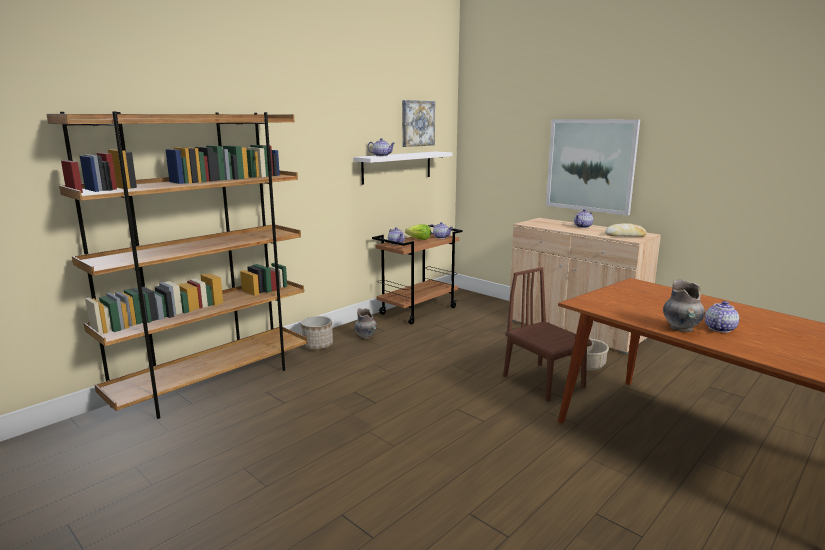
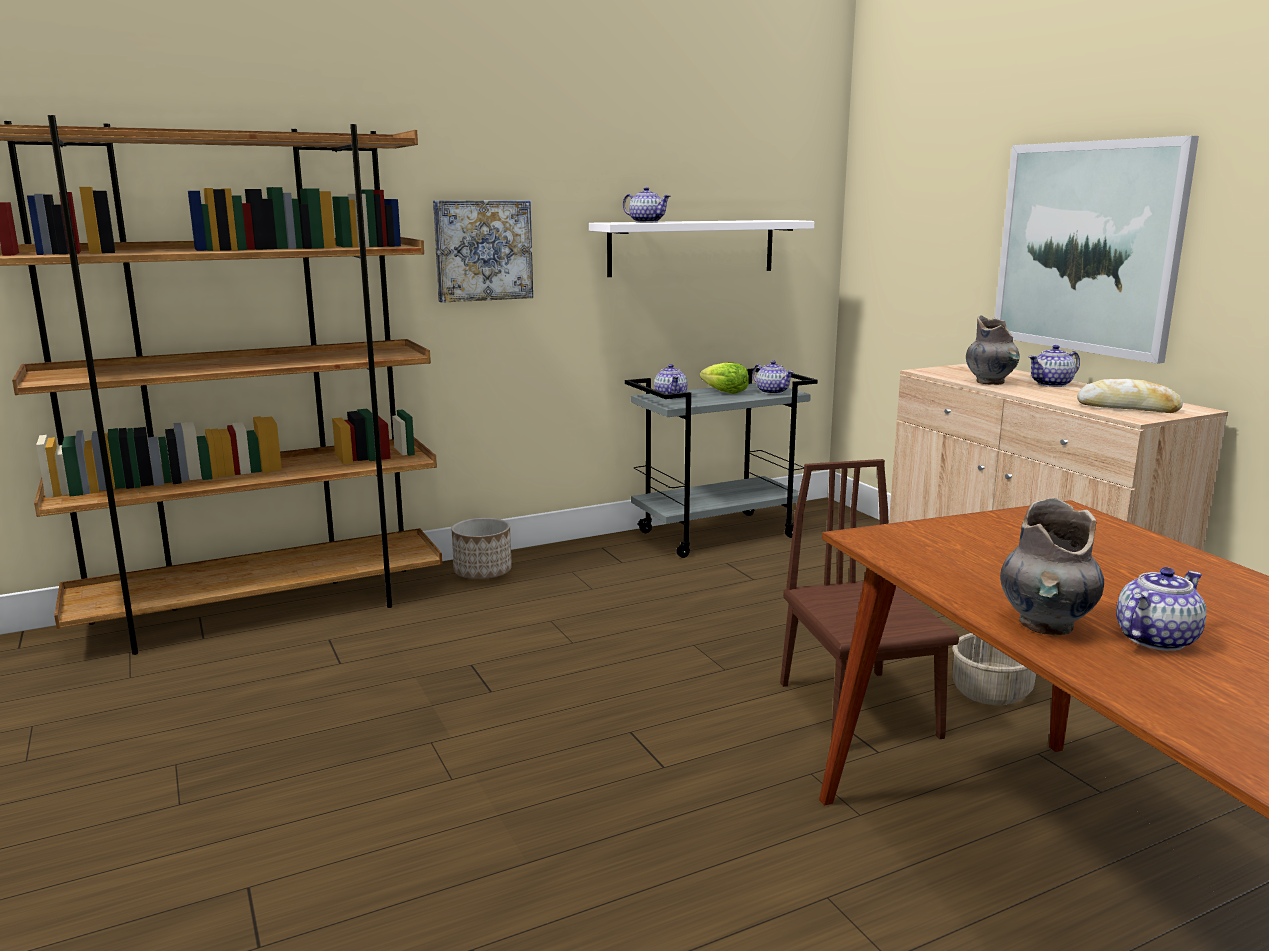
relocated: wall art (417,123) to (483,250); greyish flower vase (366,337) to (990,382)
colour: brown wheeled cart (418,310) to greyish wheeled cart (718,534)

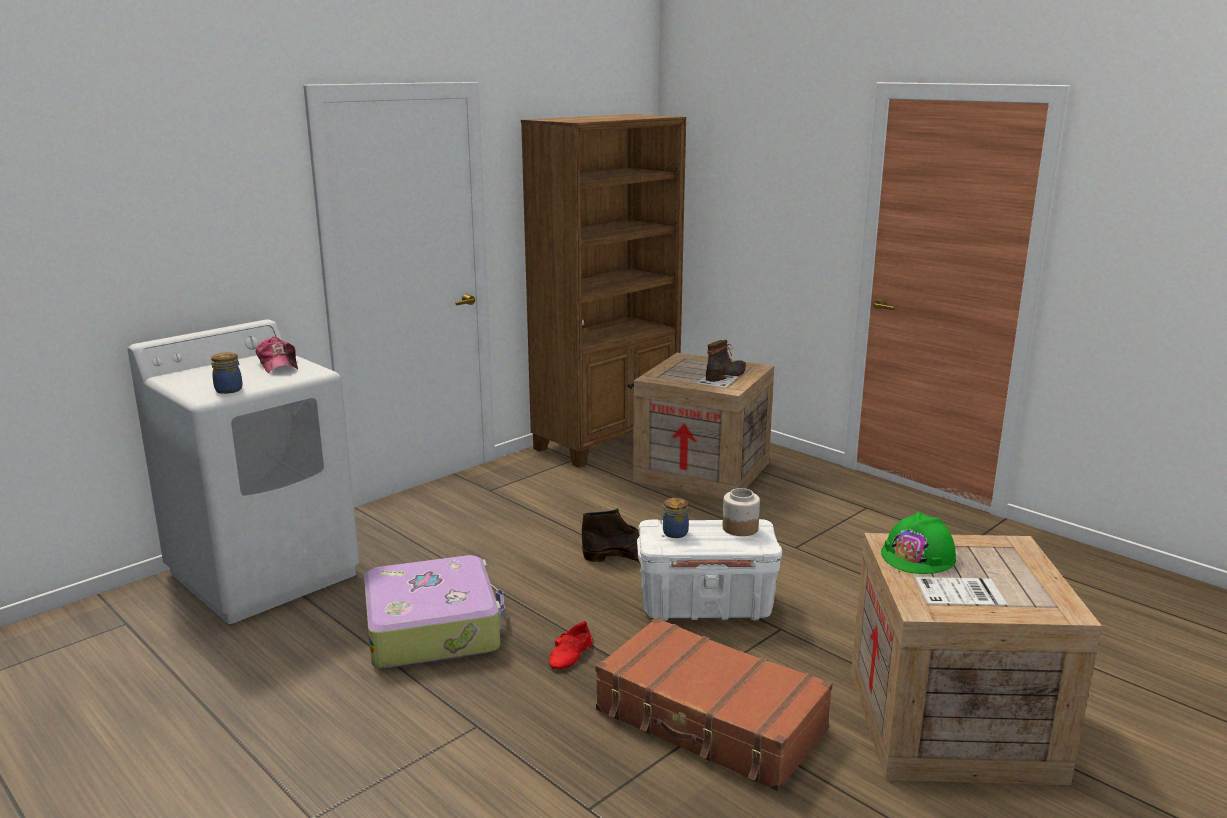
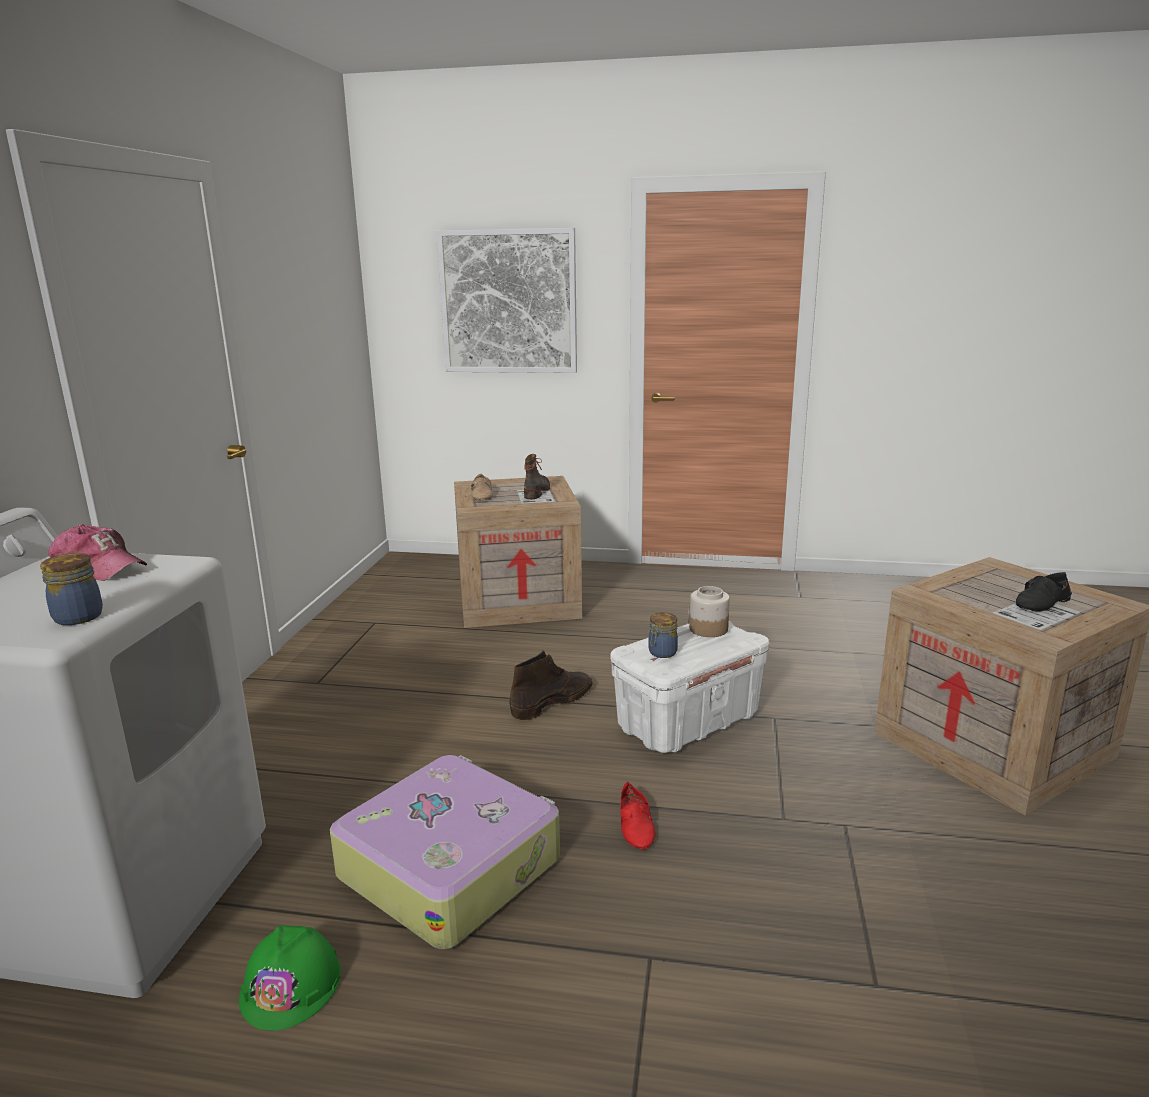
missing: brown shelving unit (607,440); brown travel case (710,721)
appeared: wall art (508,302); sand-coloured shoe (483,495); black shoe (1044,603)
relocated: greenish hard hat (918,556) to (291,985)

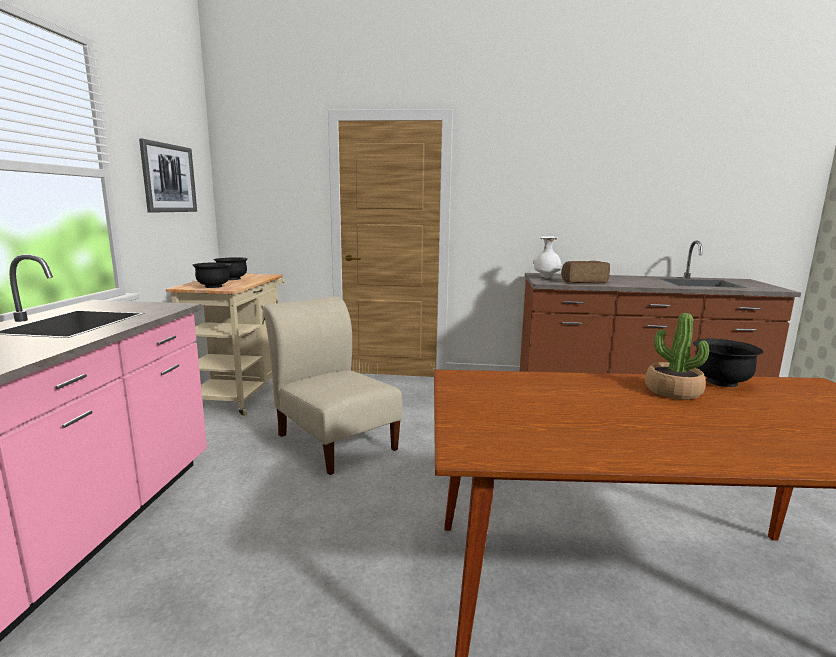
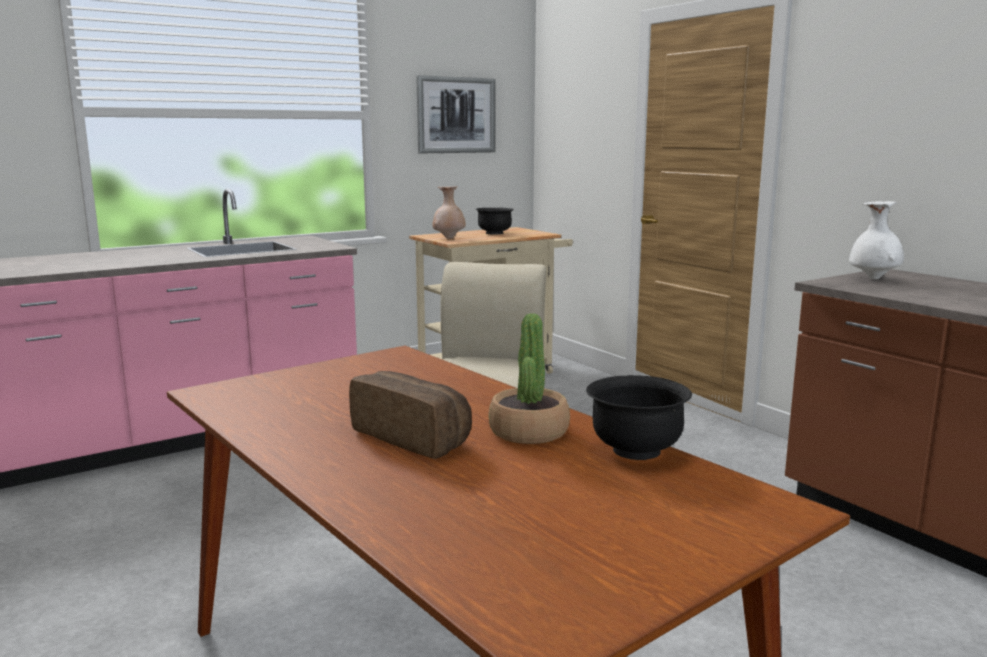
relocated: baked bread (583,281) to (414,437)
exchanged: black deep dish (213,286) to sand-coloured flower vase (449,238)

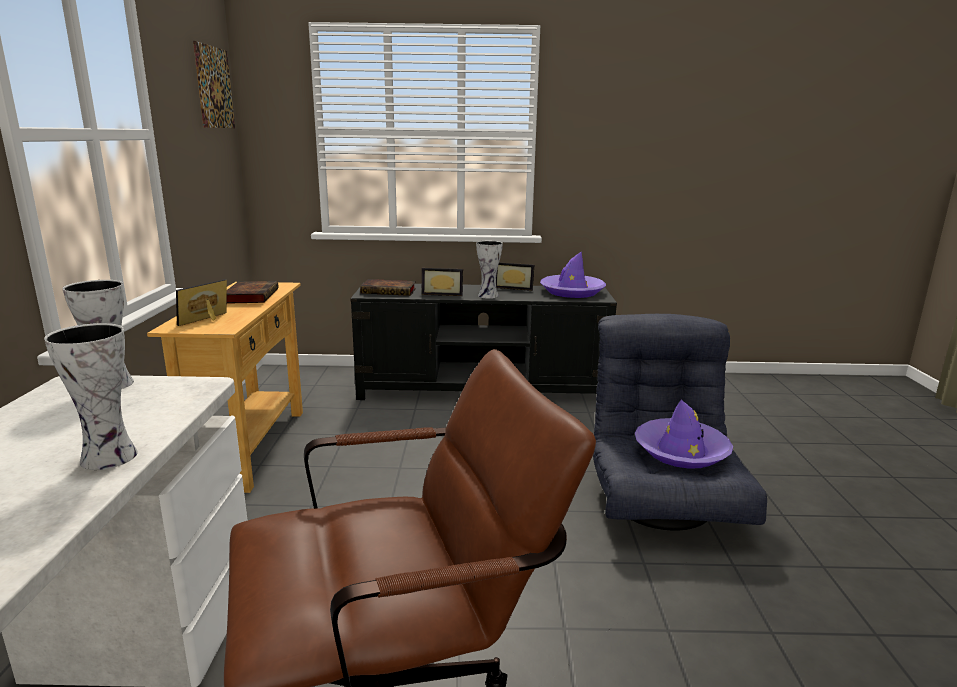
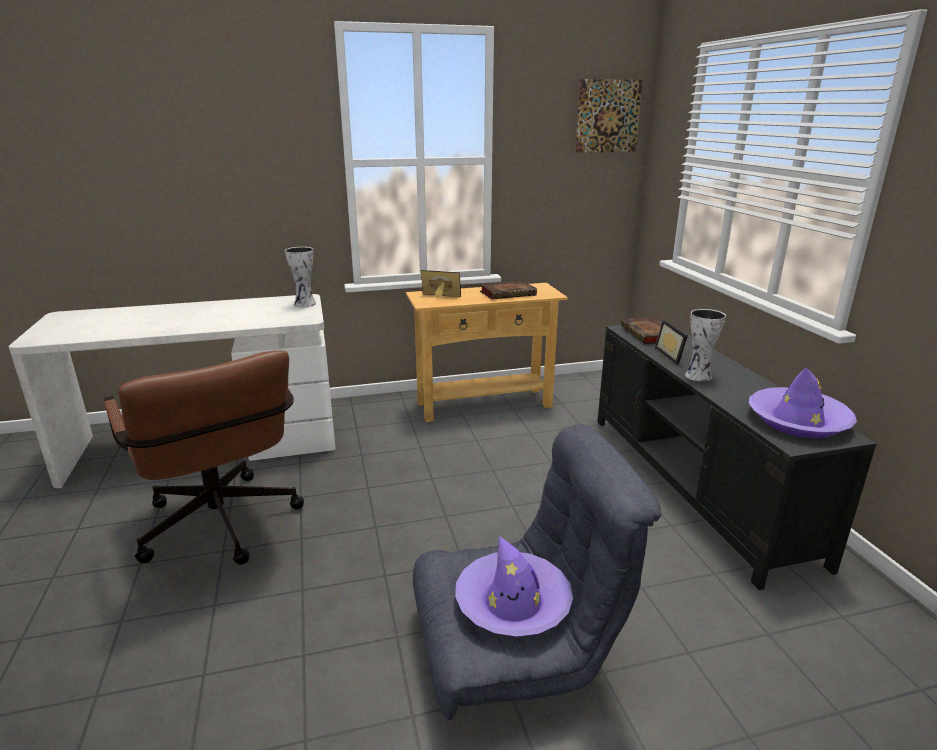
missing: photo frame (514,288); flower vase (108,458)

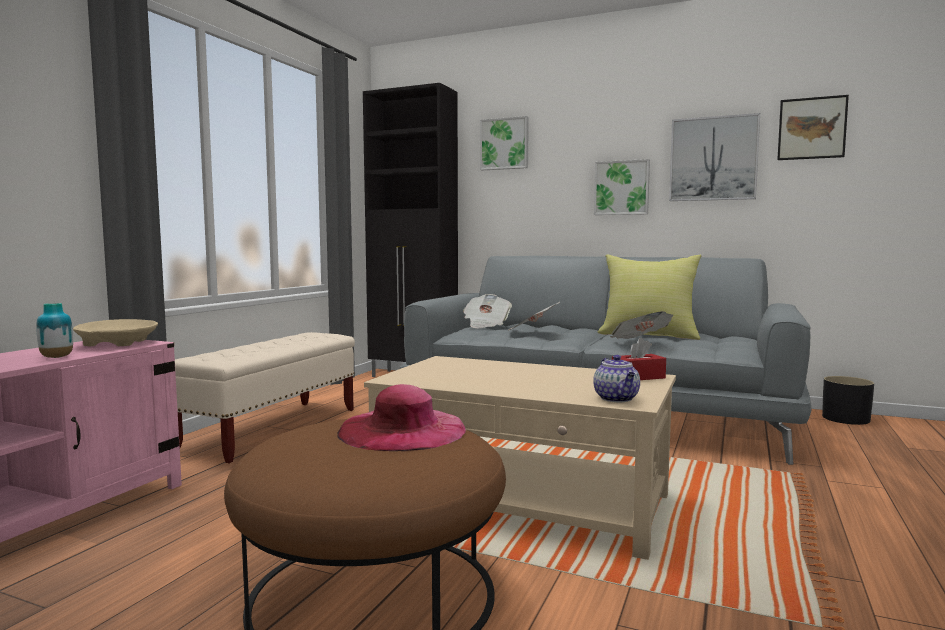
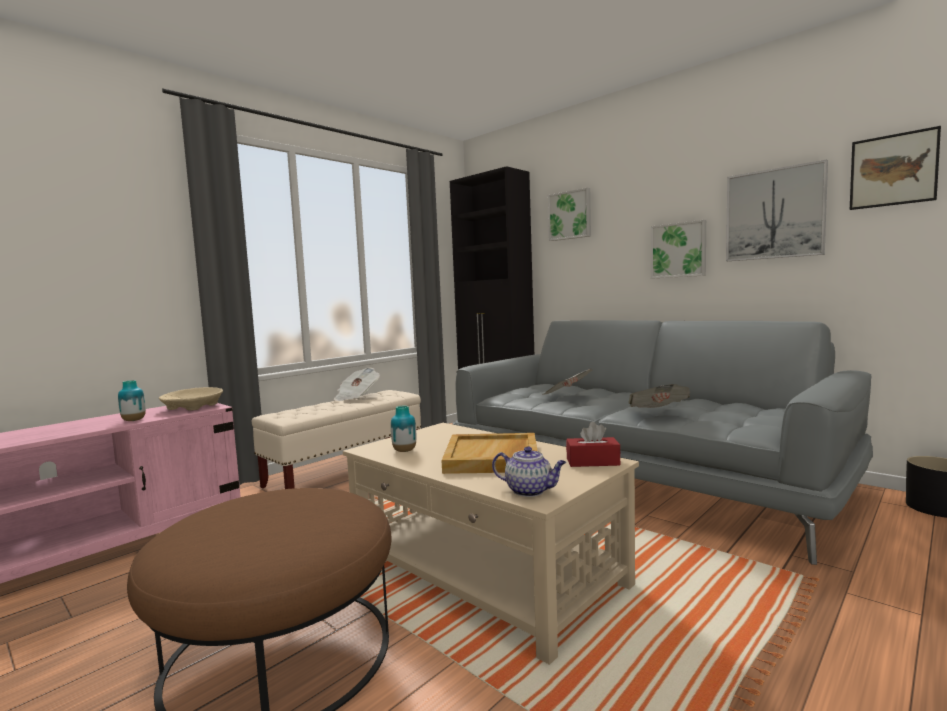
missing: yellow cushion (649,335); pink wearable hat (402,430)
appeared: flower vase (404,451); sand-coloured tray (492,458)
relocated: printed paper (486,325) to (356,396)
spun: tea pot (617,399) = (530,491) 75 degrees counterclockwise

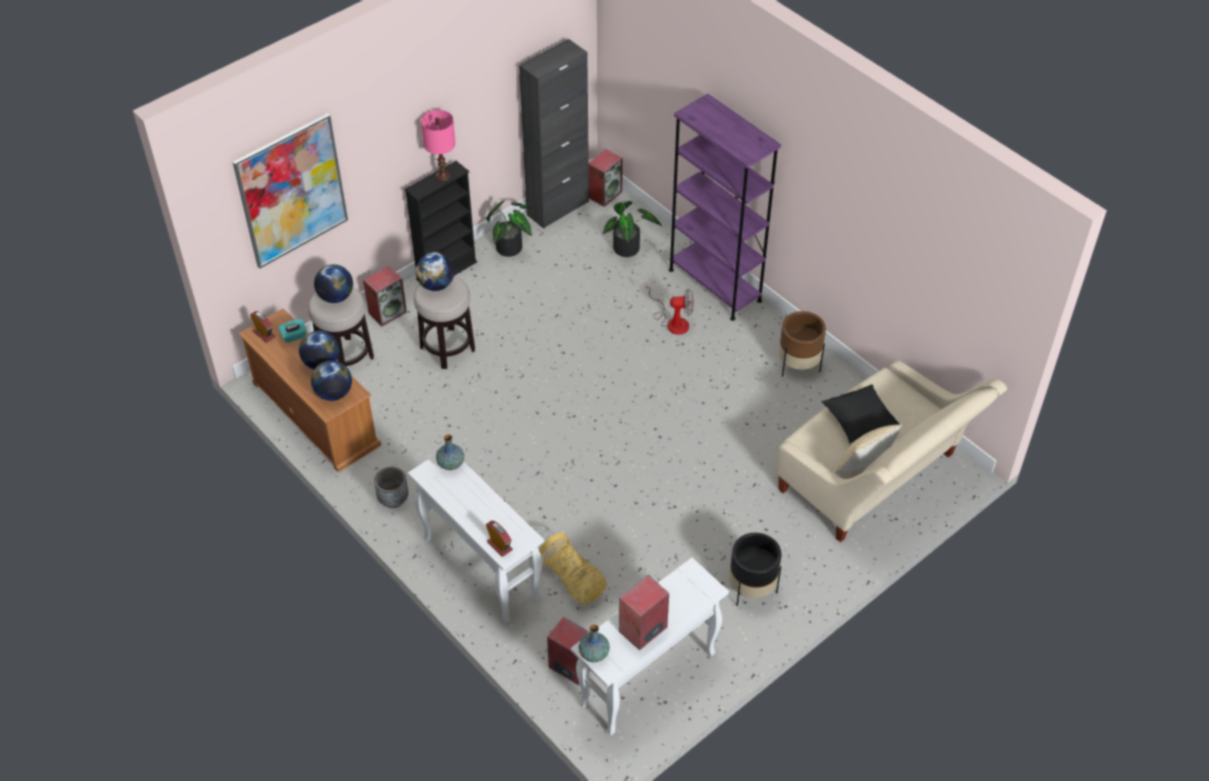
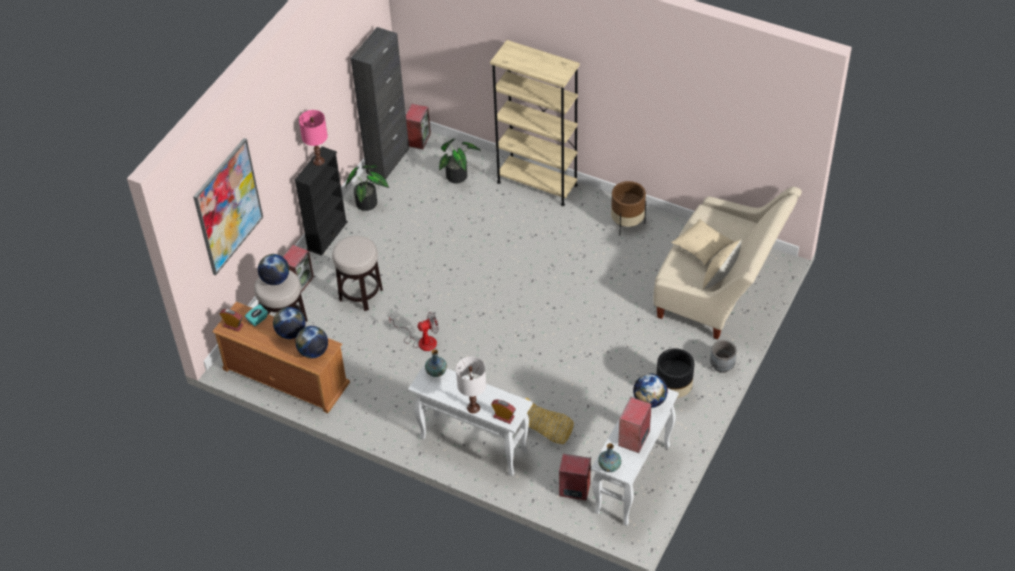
appeared: whitish tabletop lamp (473,408)
relocated: desk globe (436,285) to (649,401); electric fan (672,321) to (421,341); greyish flower pot (393,499) to (722,366)
colour: purplish shelving unit (714,285) to sand-coloured shelving unit (537,183); black cushion (859,421) to sand-coloured cushion (701,248)

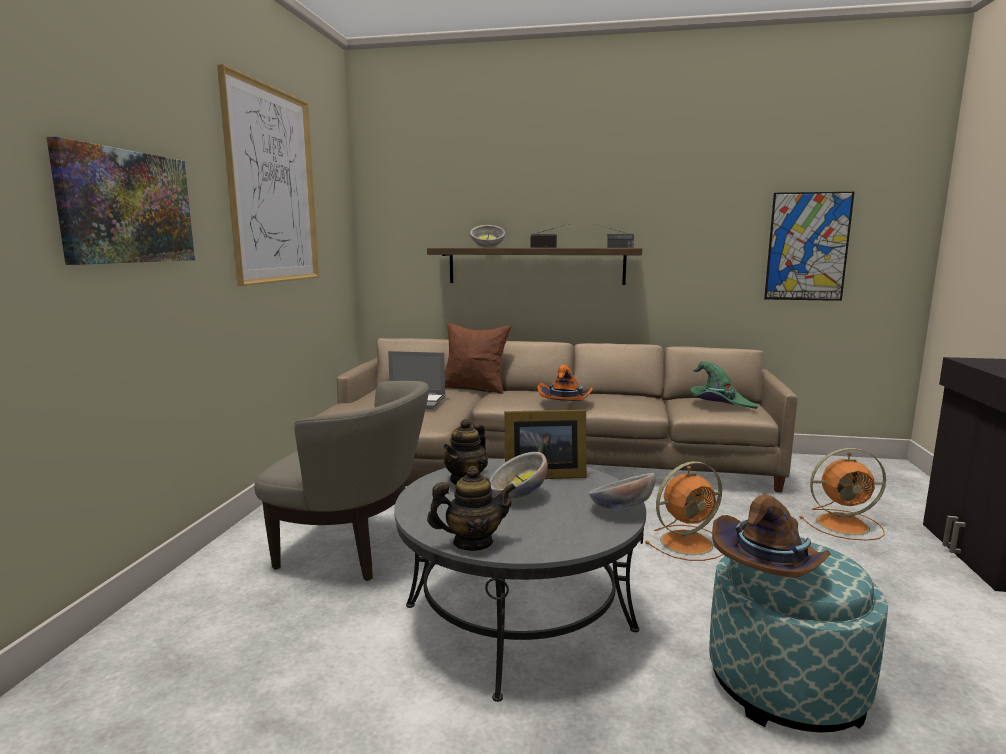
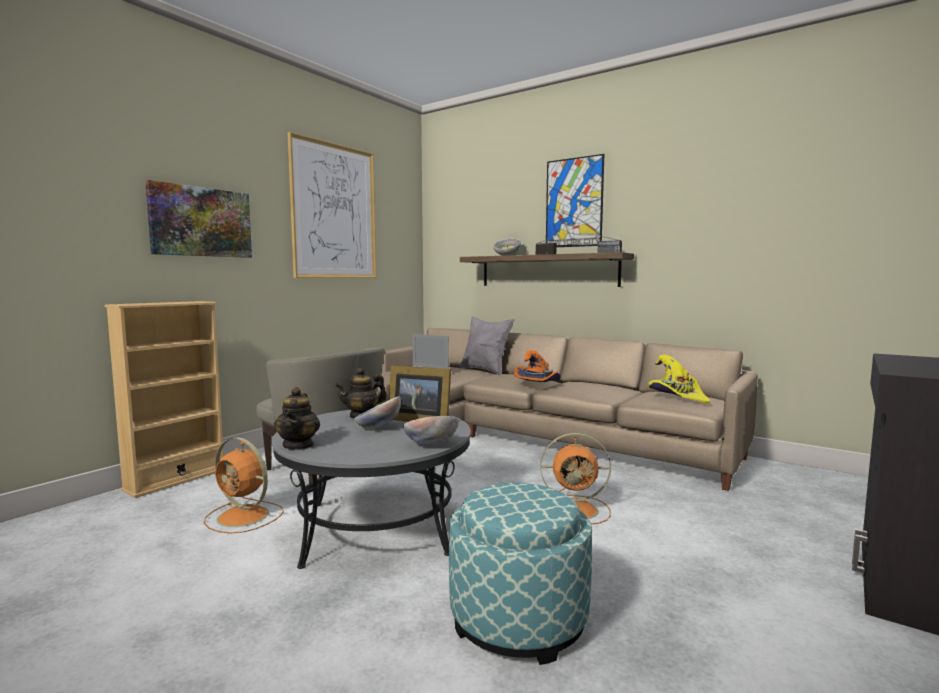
missing: brown wearable hat (769,565)
appeared: sand-coloured shelving unit (176,479)
relocated: wall art (807,247) to (574,202); orangey electric fan (844,524) to (244,517)
colour: brown cushion (474,389) to greyish cushion (485,370); greenish wearable hat (719,404) to yellow wearable hat (676,397)
spun: tea pot (472,543) = (298,445) 75 degrees clockwise

